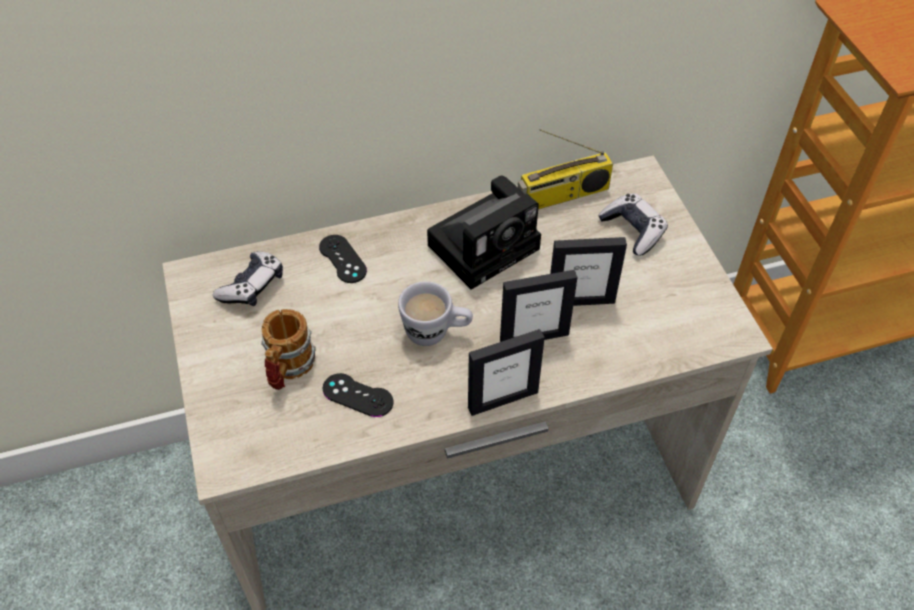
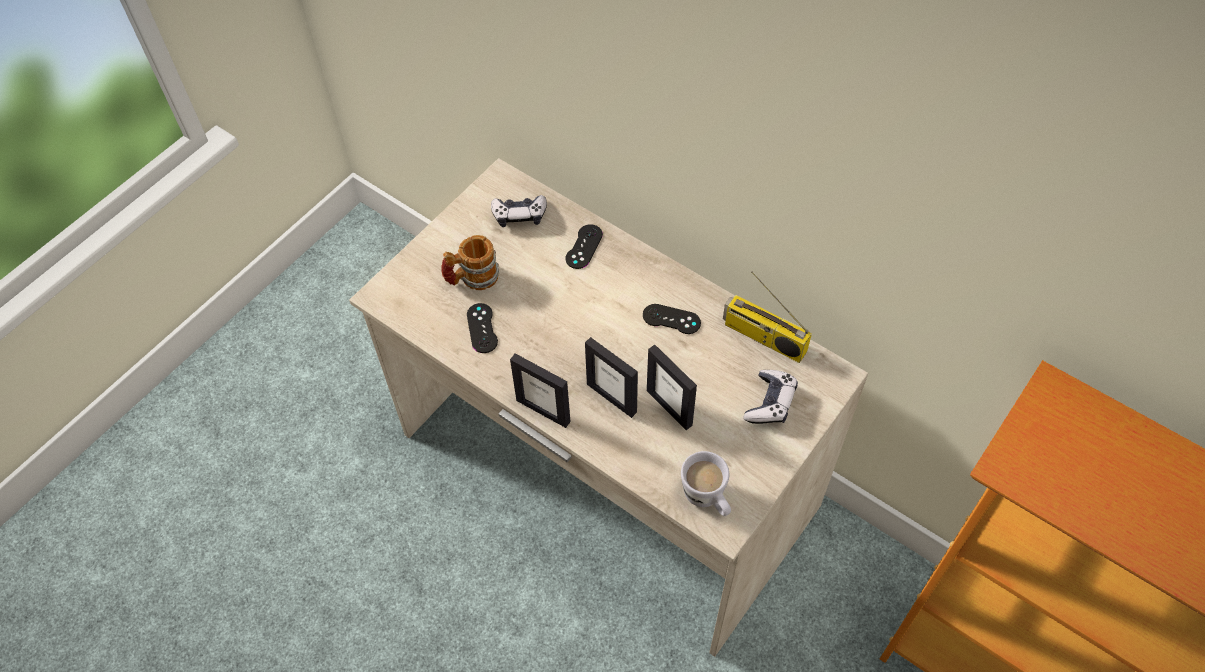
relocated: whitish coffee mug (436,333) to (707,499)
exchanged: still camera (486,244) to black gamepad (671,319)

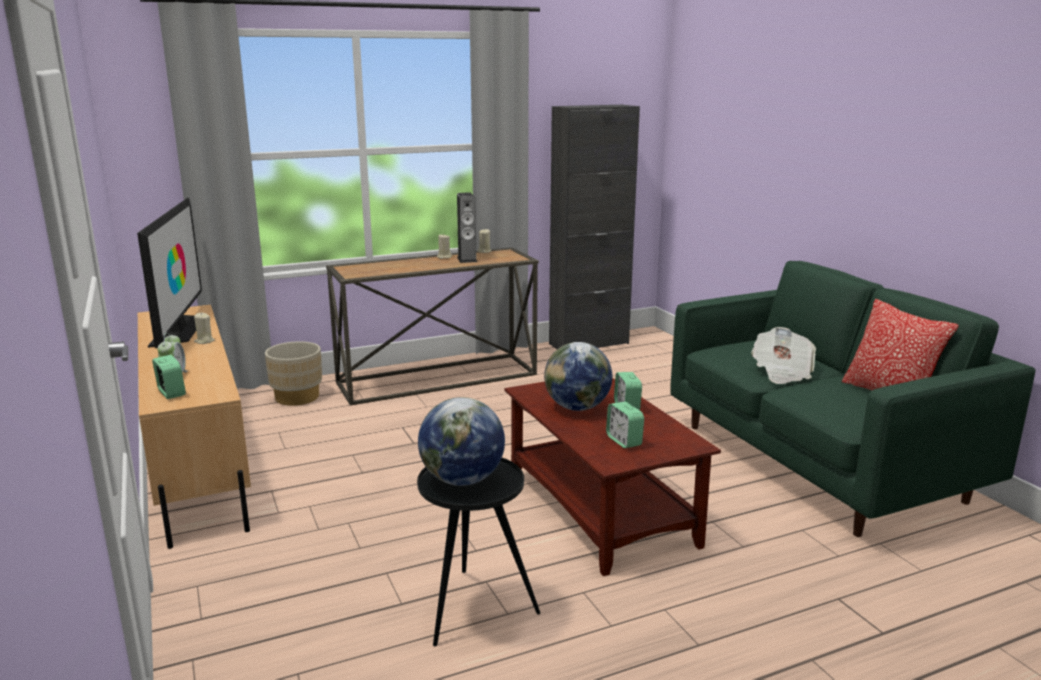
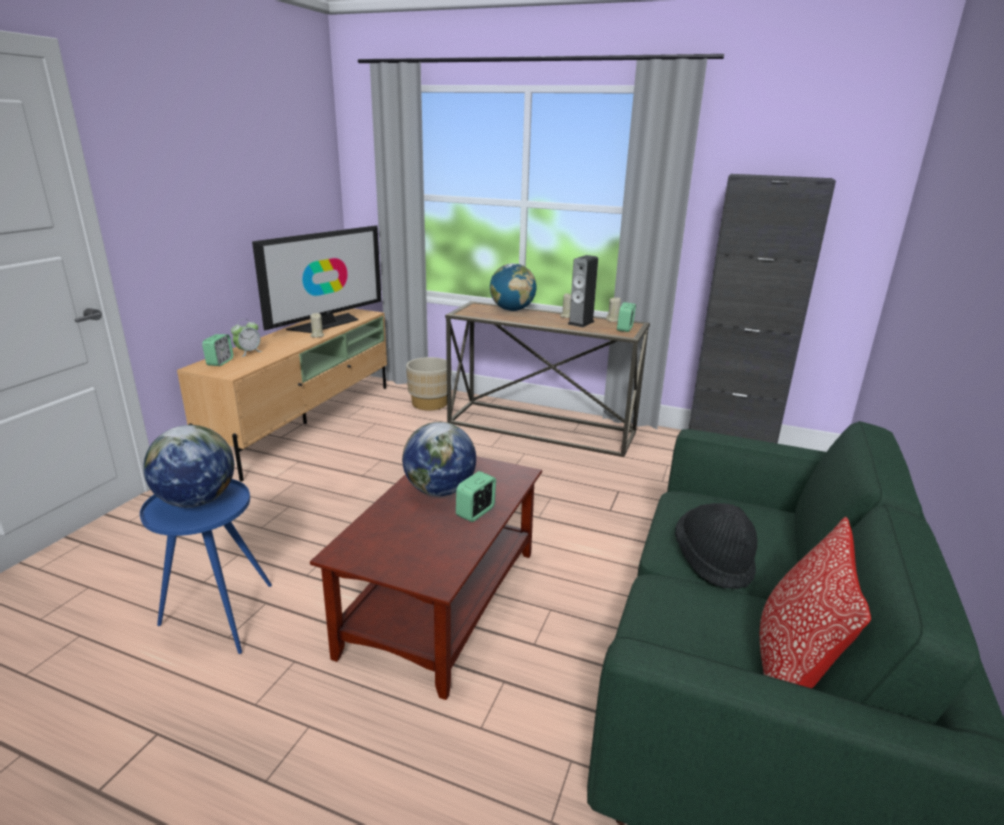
appeared: desk globe (512,310)
relocated: table clock (624,441) to (625,329)
exchanged: printed paper (781,372) to black wearable hat (713,561)
colour: black side table (473,610) to bluish side table (219,618)

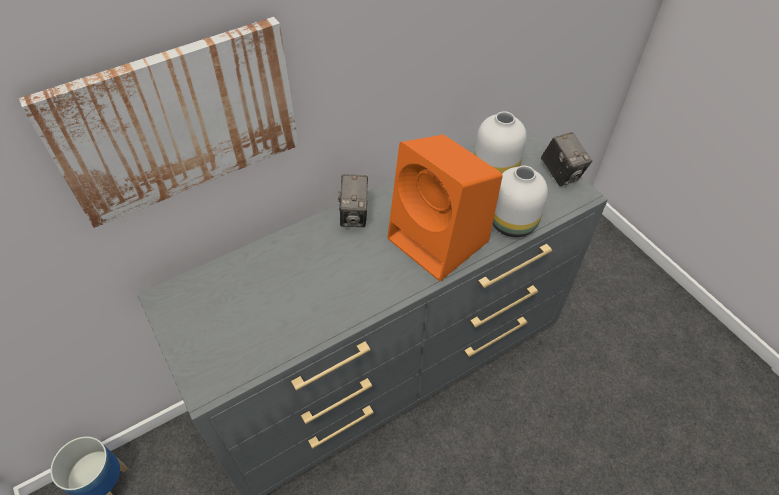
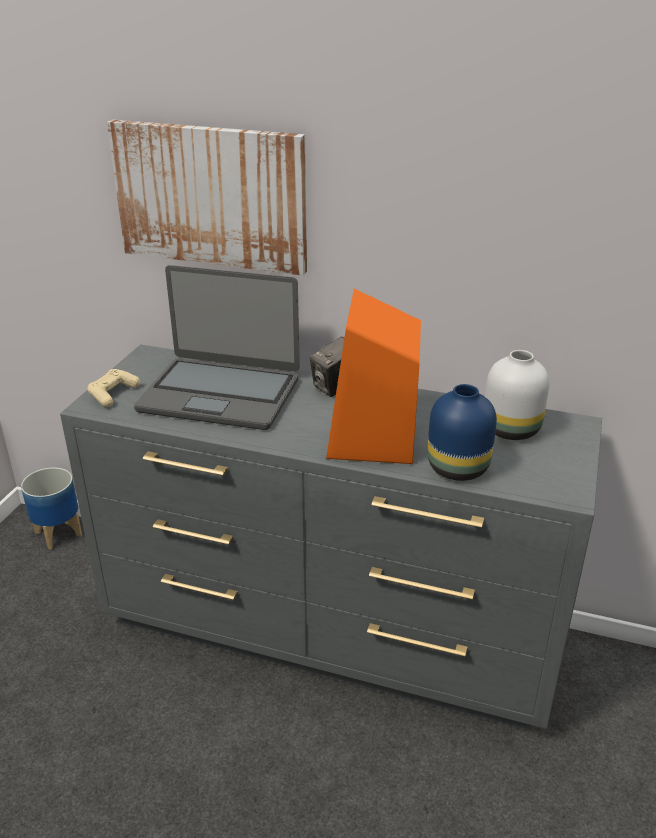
missing: still camera (561,174)
appeared: notebook computer (220,394); sand-coloured gamepad (113,394)
colour: whitish flower vase (511,223) to bluish flower vase (456,467)

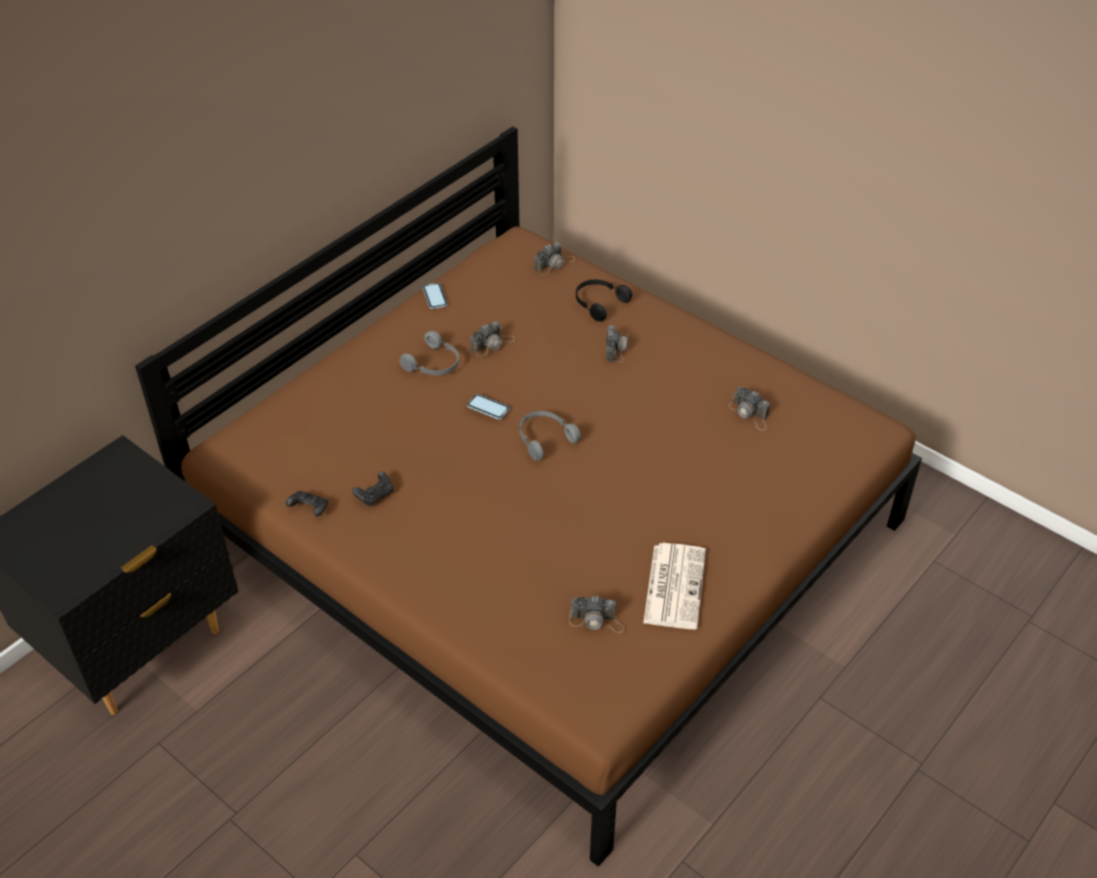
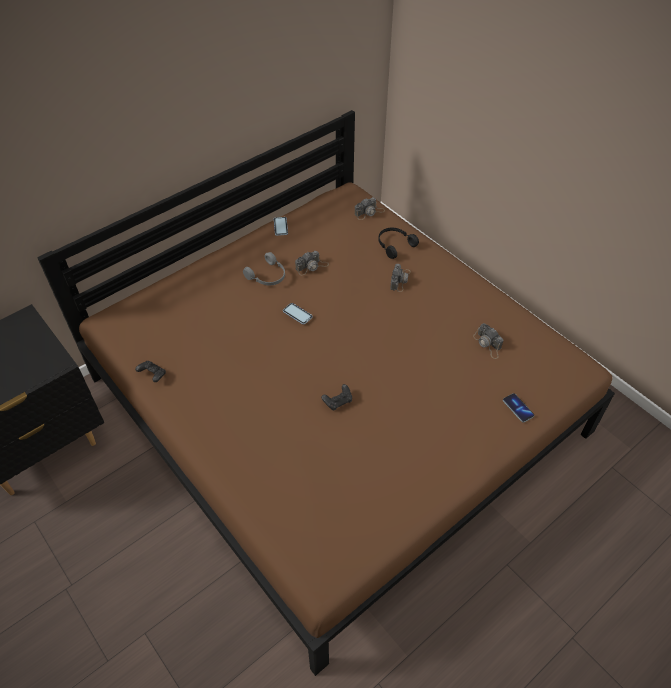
missing: greyish headset (544,438); printed paper (674,585); still camera (597,621)
appeared: telephone (518,408)
relocated: black gamepad (375,495) to (338,401)

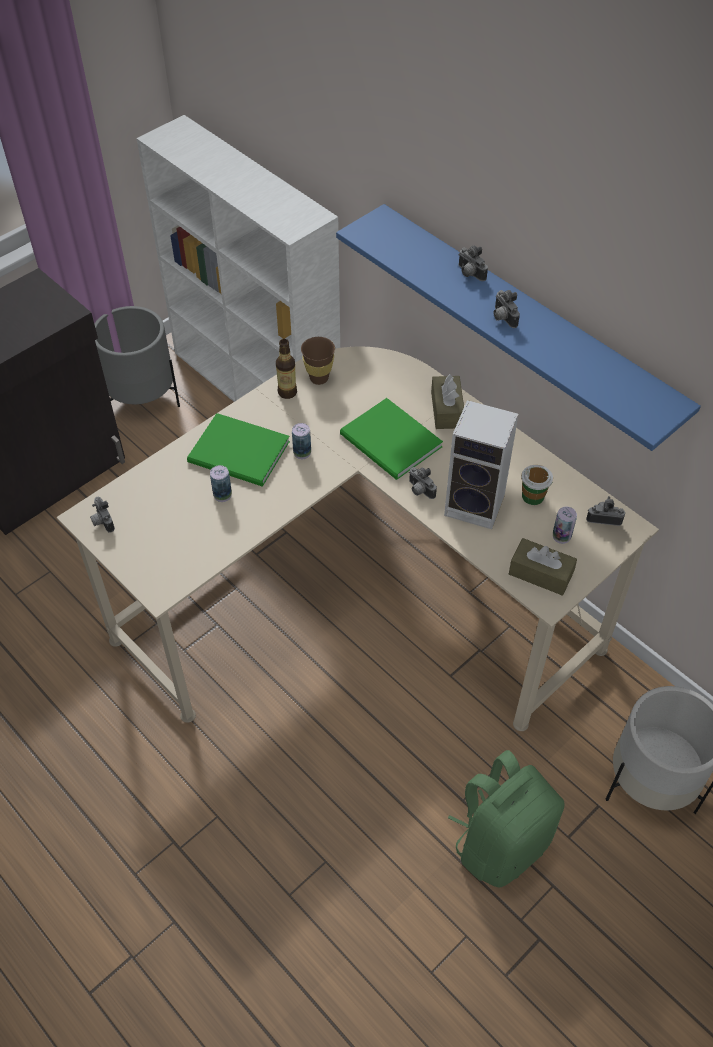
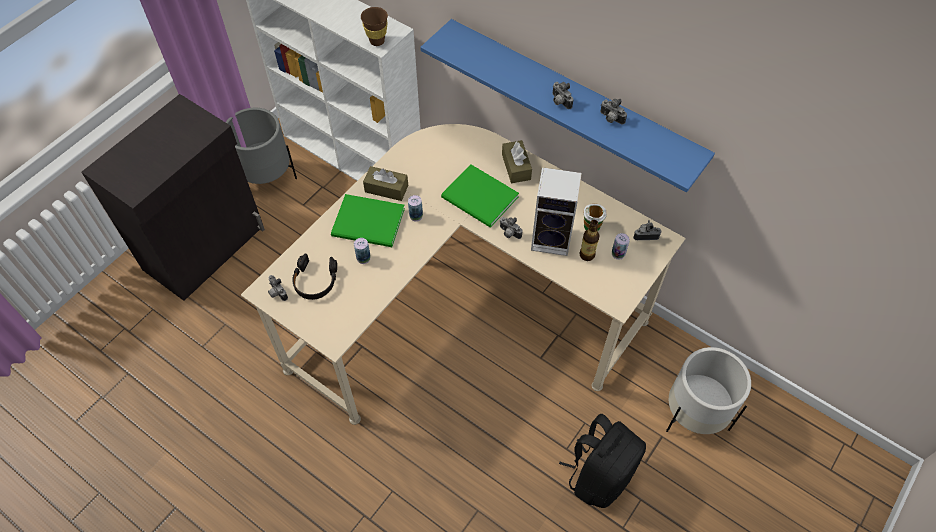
appeared: black headset (315,281)
relocated: still camera (469,274) to (610,119); brown drinking cup (319,378) to (377,41); beverage bottle (287,392) to (587,255); brown tissue holder (540,573) to (386,188)
colour: greenish backpack (501,842) to black backpack (599,475)

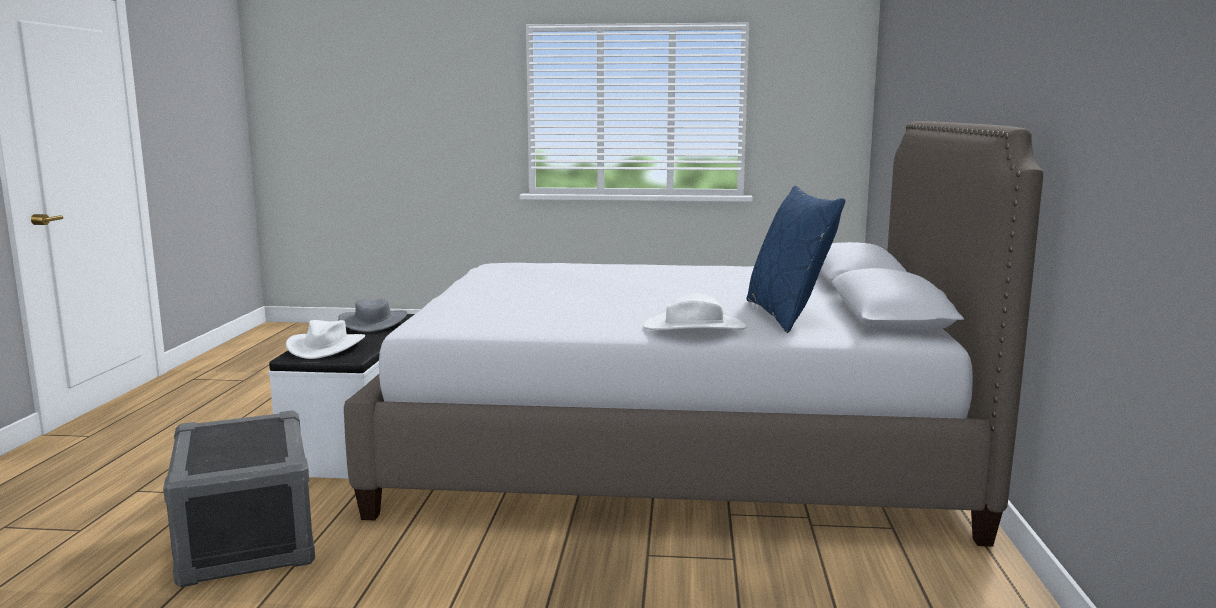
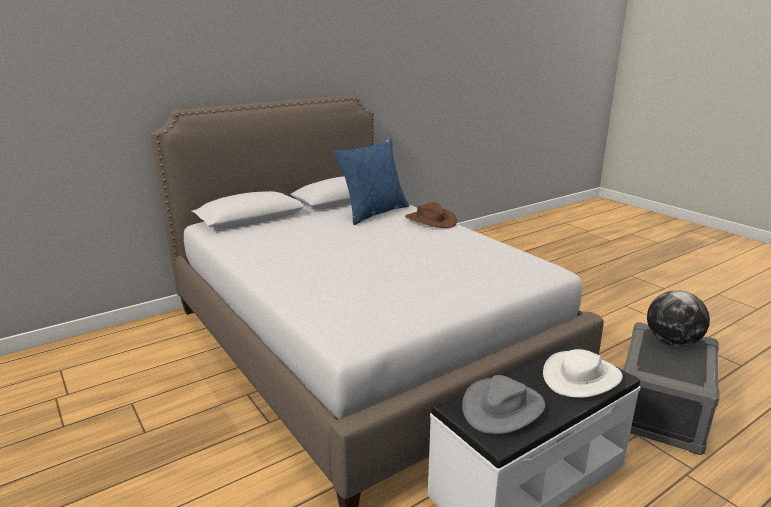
appeared: desk globe (672,342)
colour: whitish wearable hat (694,327) to brown wearable hat (430,220)

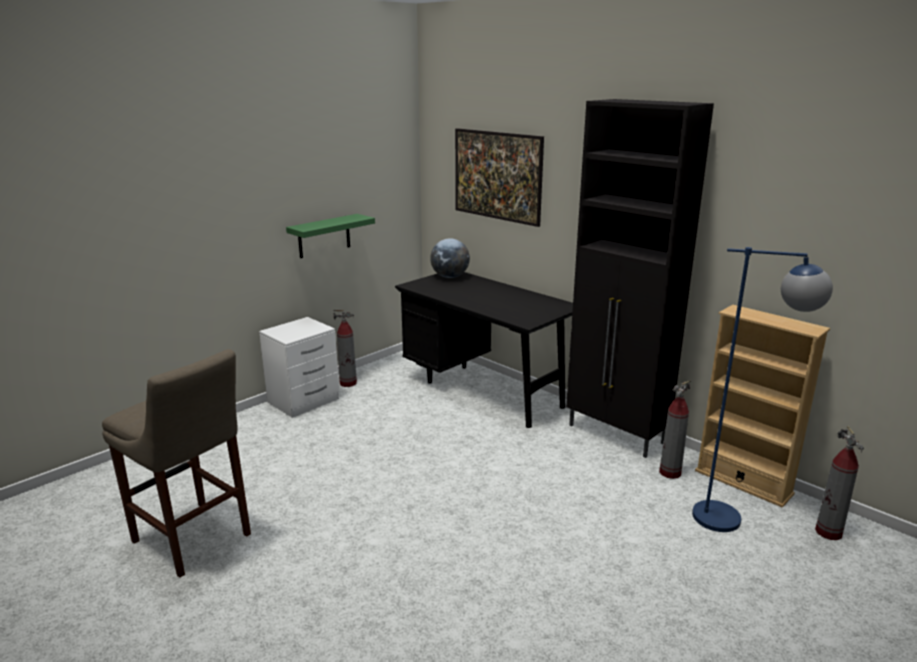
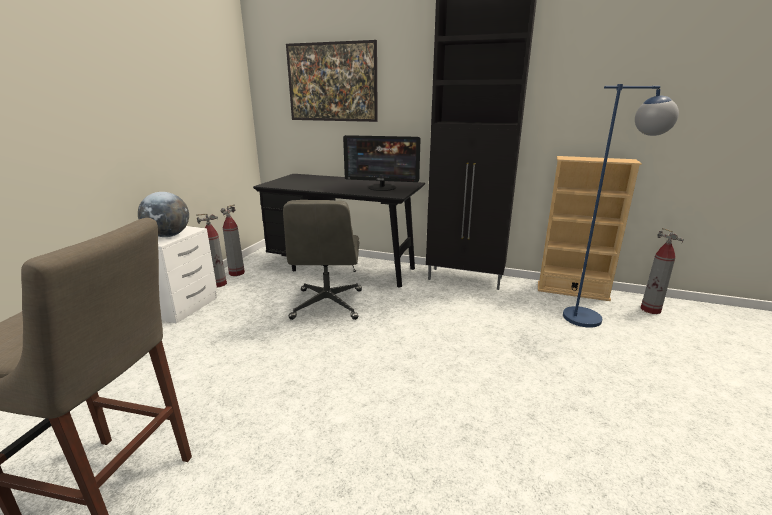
missing: greenish shelf (324,236)
appeared: monitor (382,187); greyish desk chair (327,304)
relocated: desk globe (450,277) to (168,236); extinguisher (670,472) to (236,273)

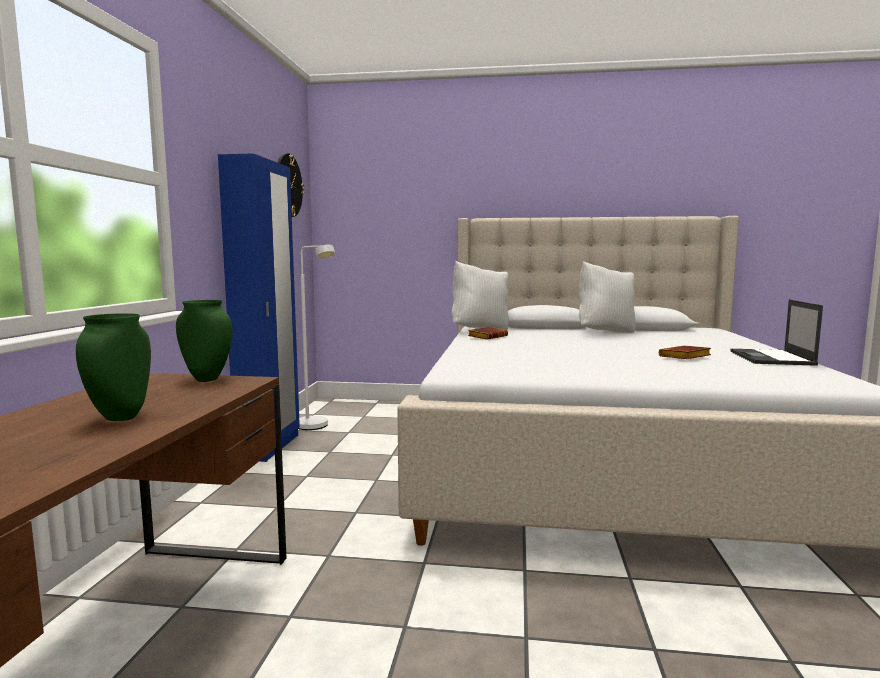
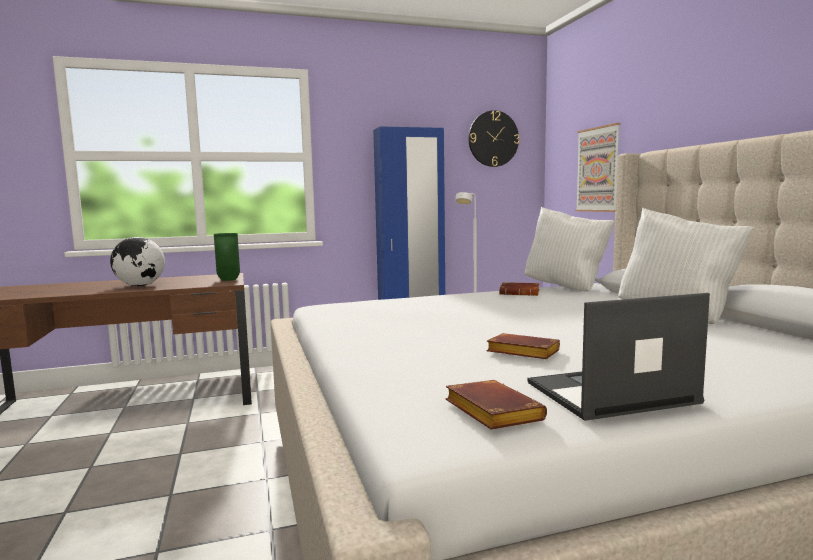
appeared: wall art (598,169); brown book (489,412)
exchanged: greenish flower vase (121,418) to desk globe (140,285)

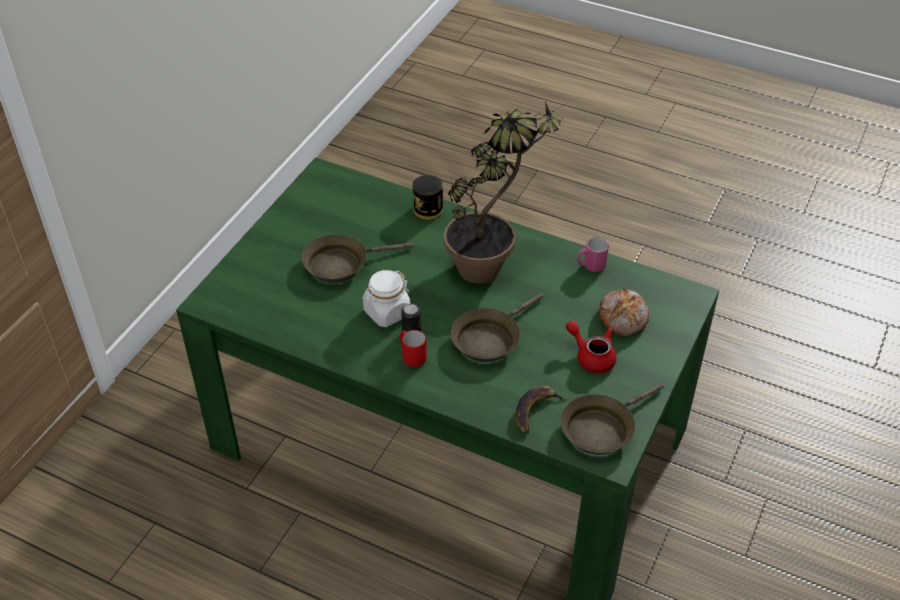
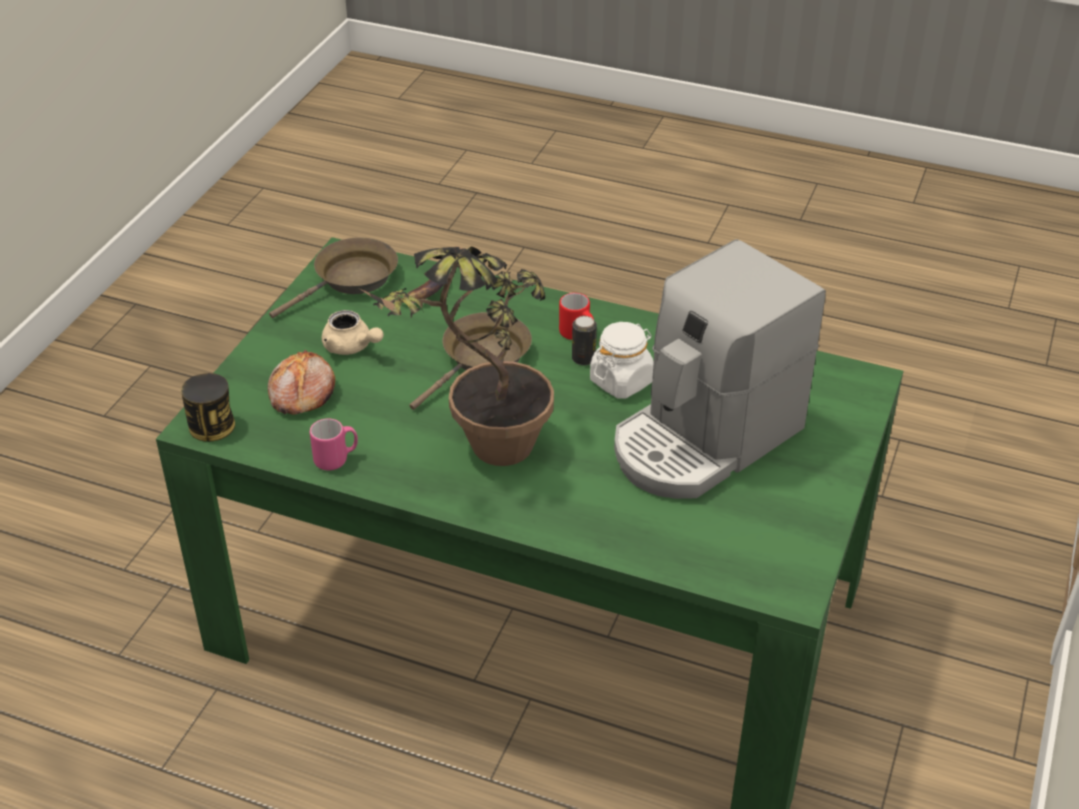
relocated: can (428,210) to (212,426)
exchanged: brown frying pan (341,264) to coffee machine (704,440)
colour: red tea pot (591,356) to sand-coloured tea pot (351,347)

